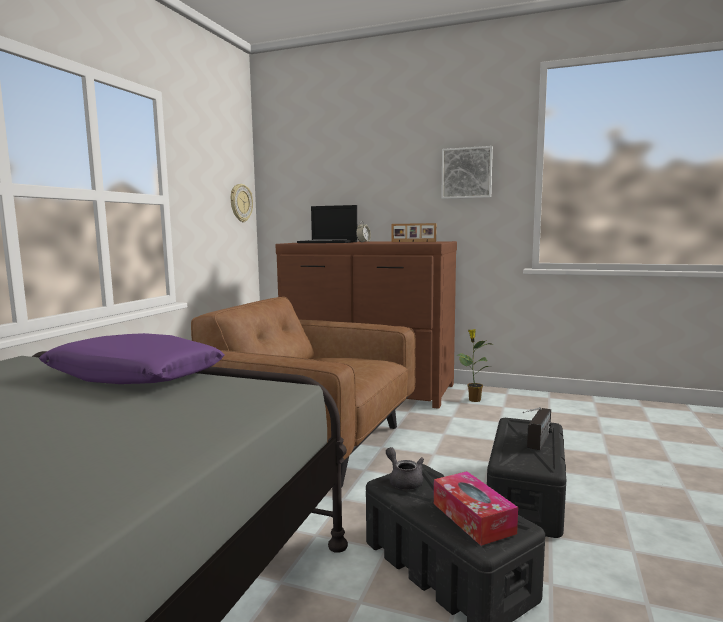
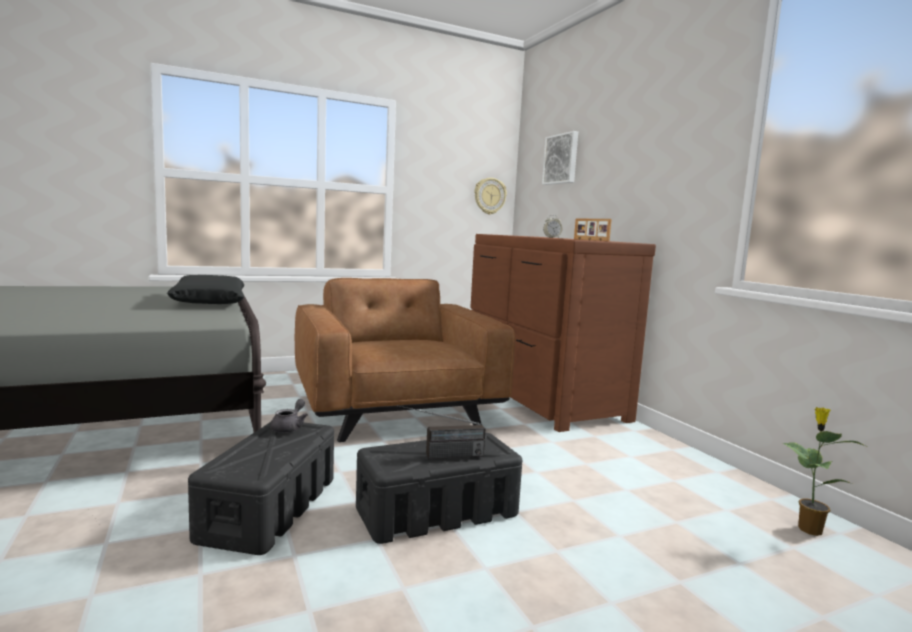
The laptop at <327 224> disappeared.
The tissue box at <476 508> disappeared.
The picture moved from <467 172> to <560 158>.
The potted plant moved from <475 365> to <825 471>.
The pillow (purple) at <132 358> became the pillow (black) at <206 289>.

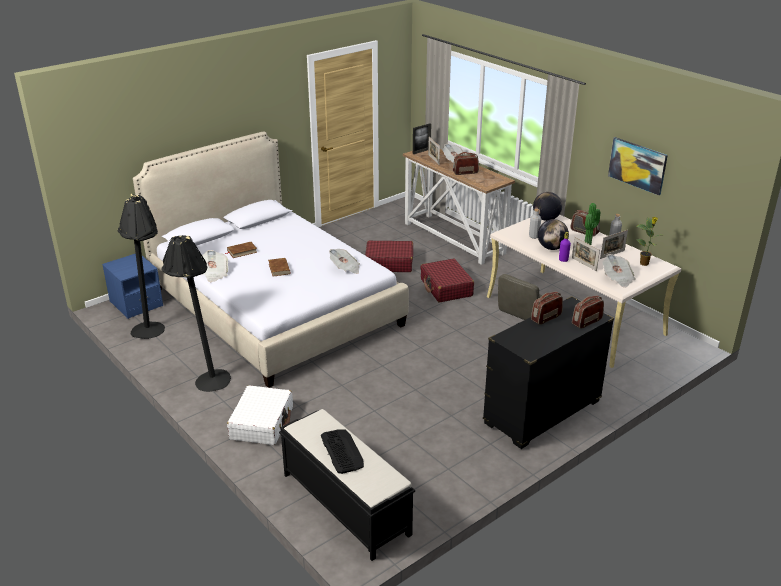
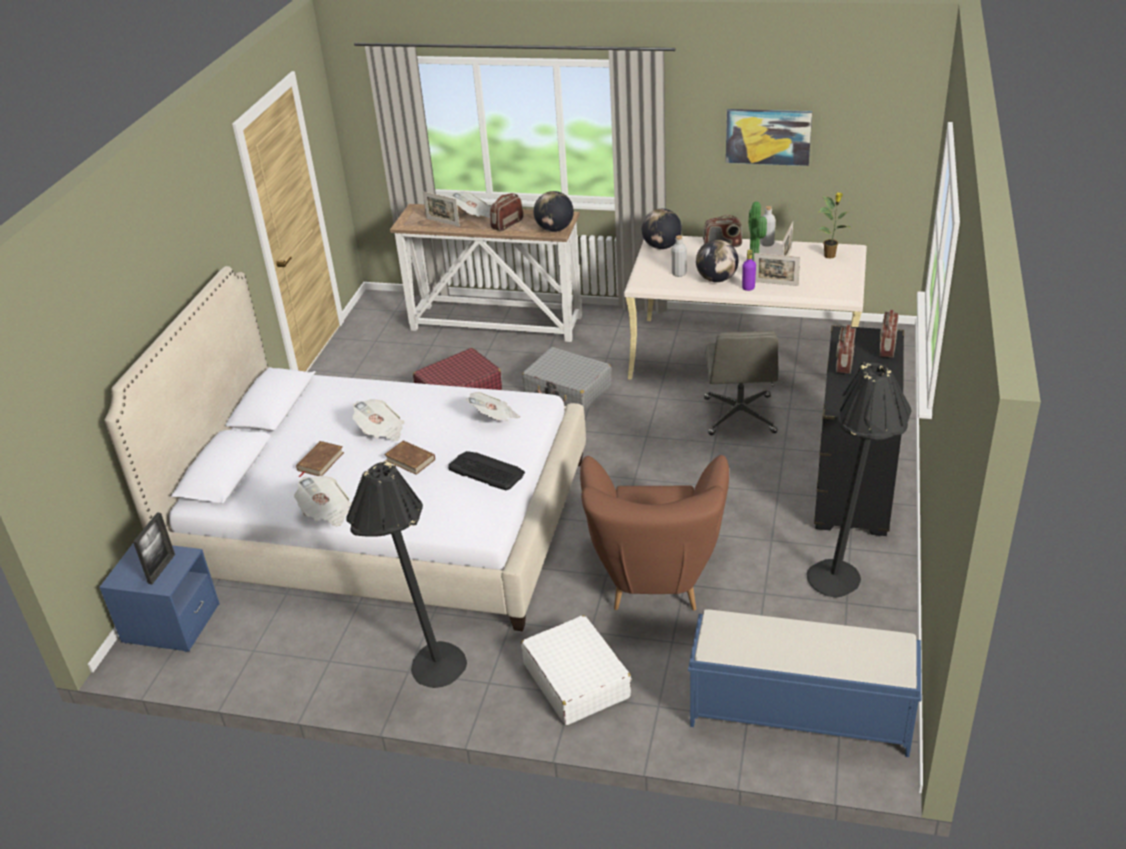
The globe at <554 211> appeared.
The armchair (brown) at <654 533> appeared.
The floor lamp (black) moved from <141 266> to <859 479>.
The keyboard moved from <342 452> to <486 470>.
The picture frame moved from <422 138> to <154 548>.
The newspaper moved from <619 271> to <378 420>.
The bench (black) at <347 485> became the bench (blue) at <804 683>.
The suitcase (red) at <447 280> became the suitcase (grey) at <567 379>.

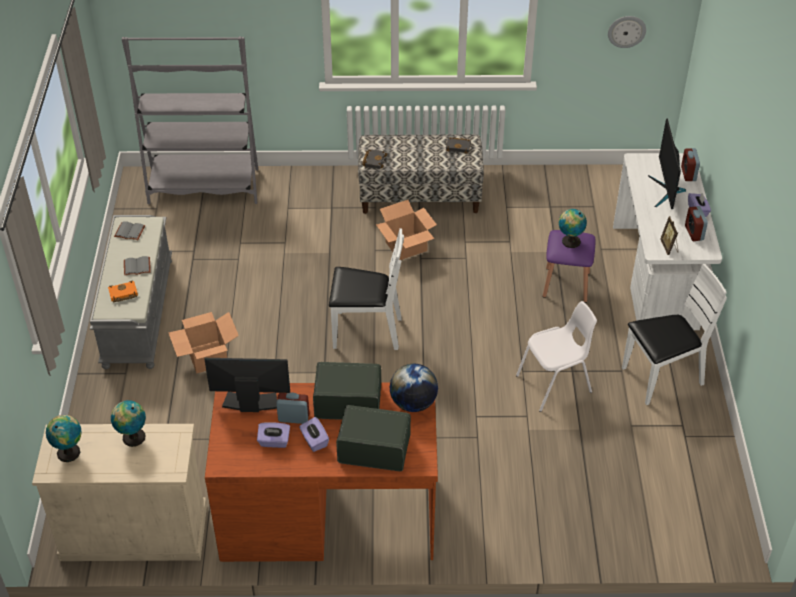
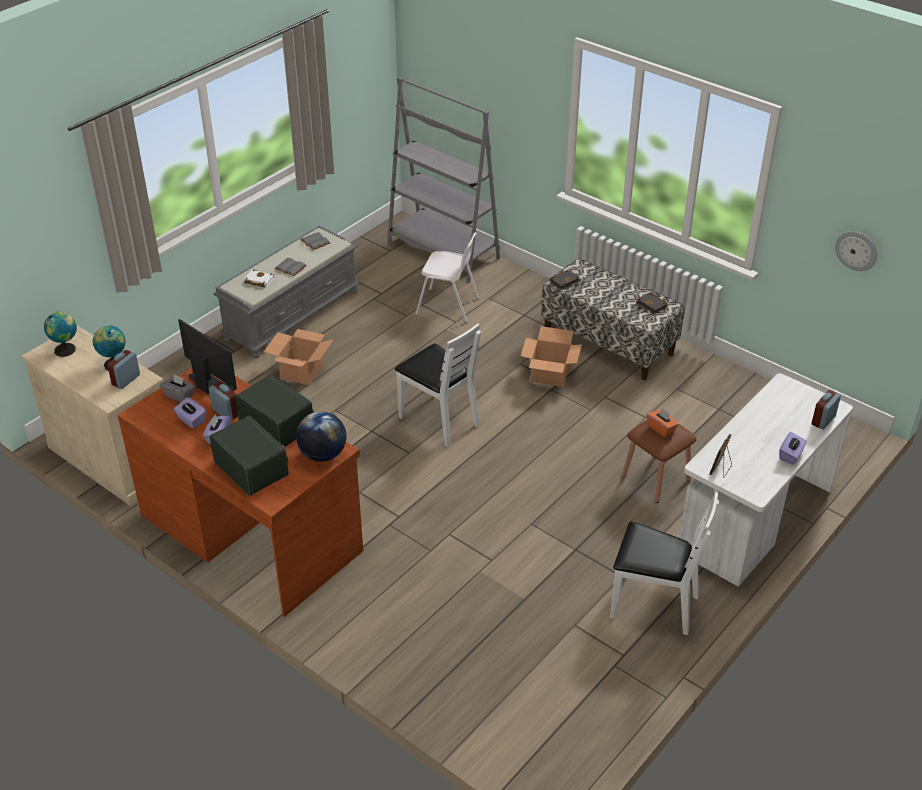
The monitor at <667 163> disappeared.
The tissue box (grey) at <177 388> appeared.
The chair (white) moved from <556 356> to <447 277>.
The alarm clock moved from <696 223> to <123 369>.
The globe at <573 228> was replaced by the tissue box (orange) at <662 422>.
The book (orange) at <123 291> became the book (white) at <259 278>.
The stool (purple) at <569 266> became the stool (brown) at <659 461>.

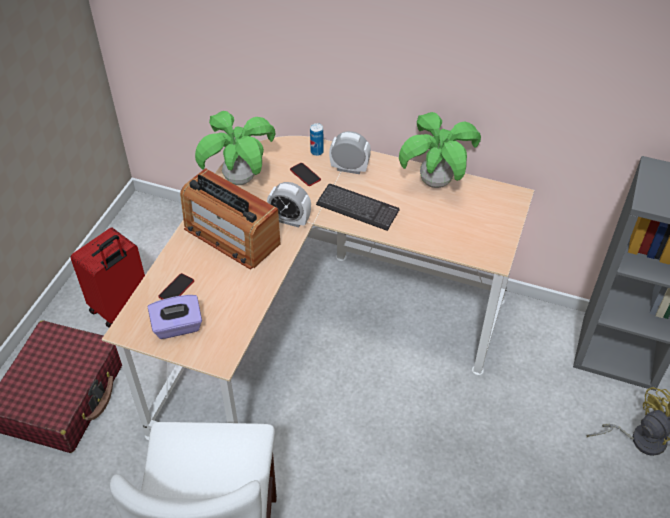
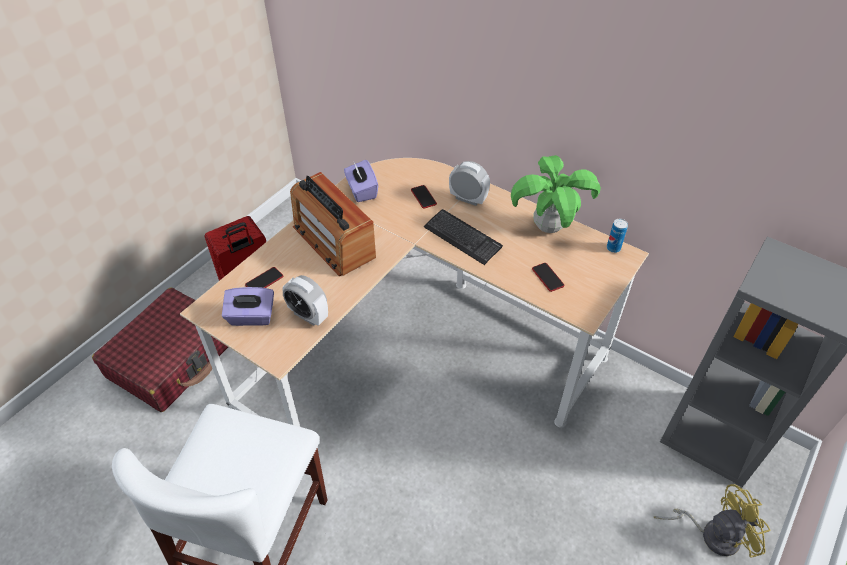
The phone at <548 277> appeared.
The alarm clock moved from <289 204> to <305 300>.
The can moved from <317 139> to <617 236>.
The potted plant at <235 148> was replaced by the tissue box (purple) at <361 181>.

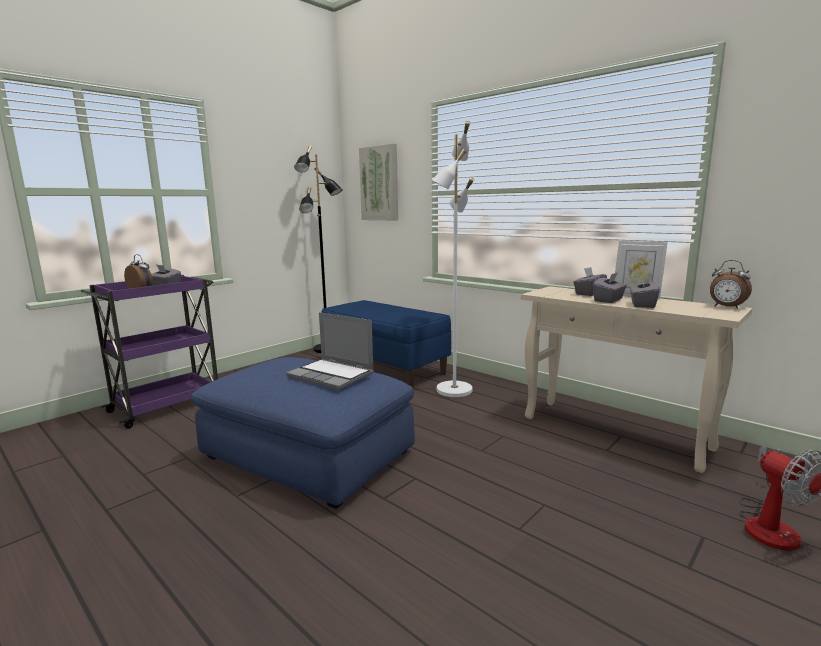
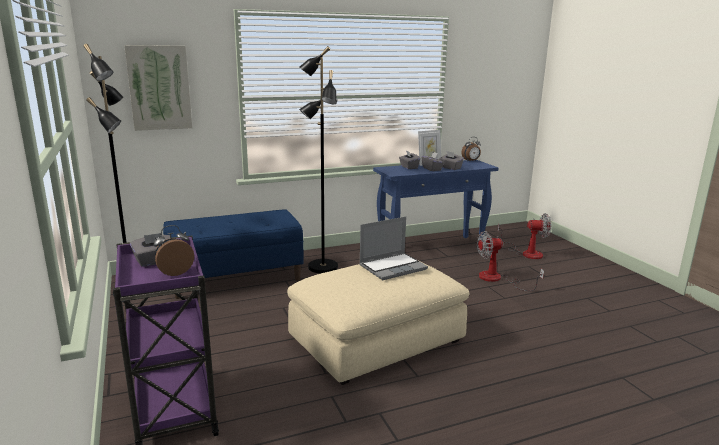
The fan at <510 261> appeared.
The ottoman (blue) at <303 433> became the ottoman (beige) at <378 323>.
The floor lamp (white) at <453 259> became the floor lamp (black) at <318 159>.
The console table (beige) at <636 379> became the console table (blue) at <435 201>.

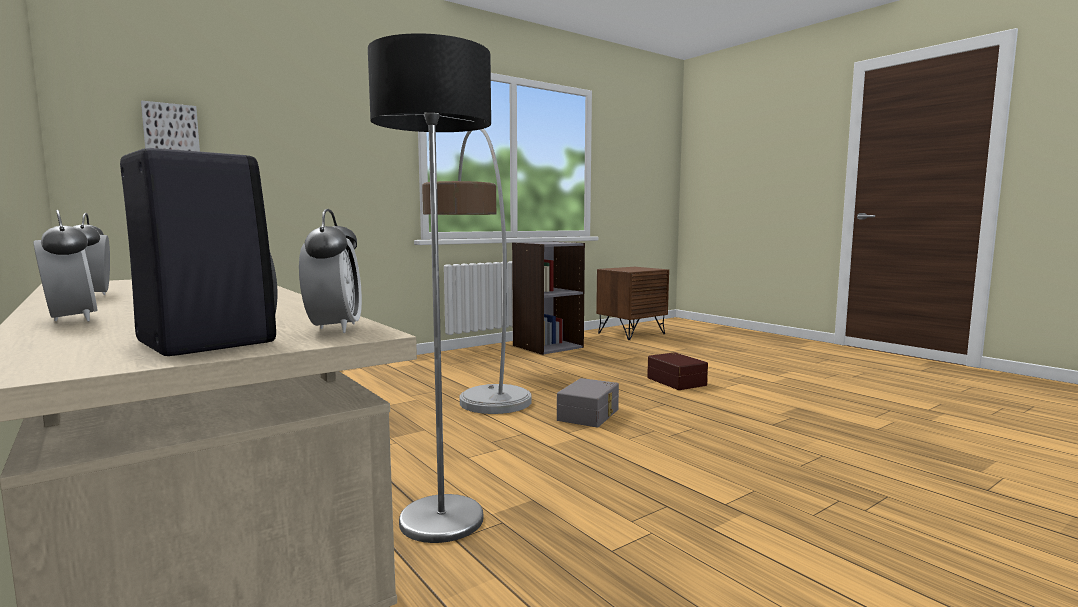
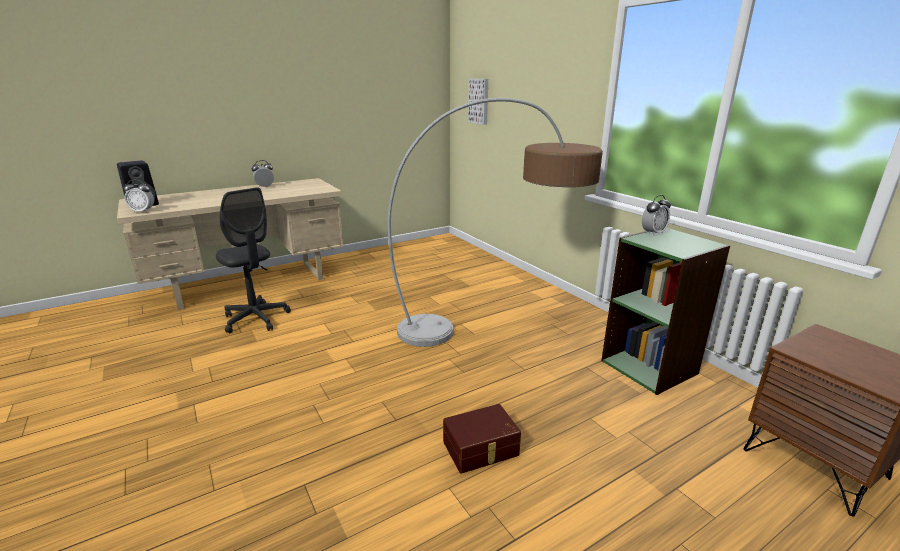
The storage box (grey) at <588 402> disappeared.
The alarm clock moved from <65 266> to <656 215>.
The floor lamp at <429 288> was replaced by the office chair (grey) at <253 260>.
The bookcase (grey) at <548 298> became the bookcase (green) at <665 311>.

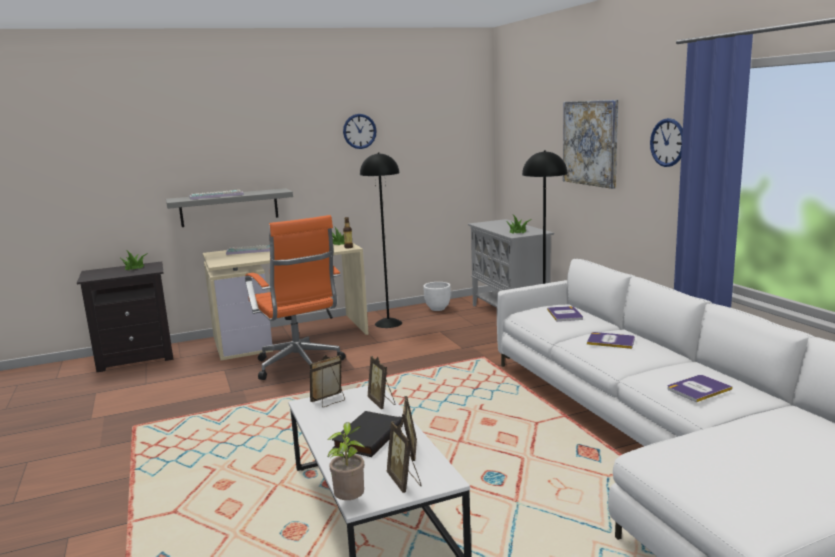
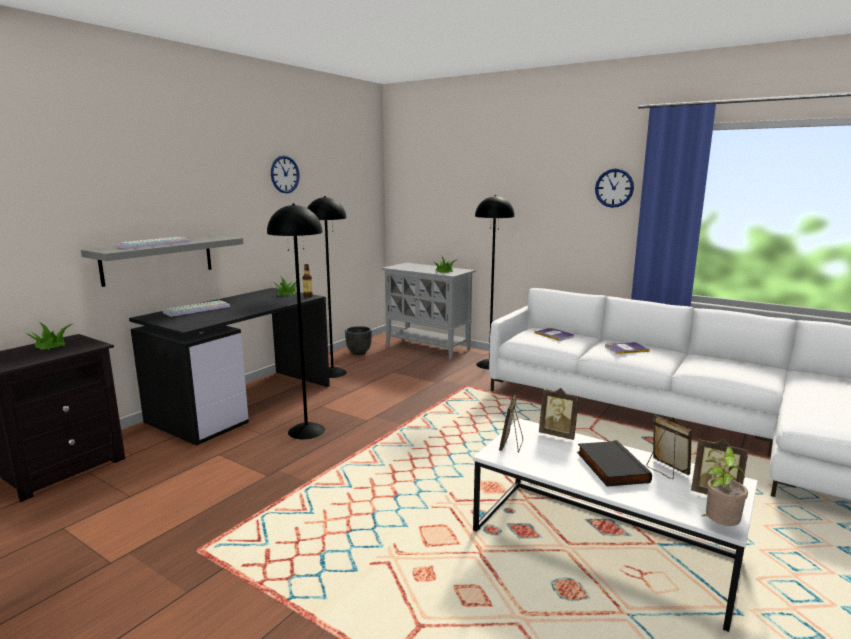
The picture at <590 144> disappeared.
The book at <700 388> disappeared.
The office chair (orange) at <295 297> was replaced by the floor lamp (black) at <296 321>.
The desk (beige) at <286 301> became the desk (black) at <229 367>.
The planter (white) at <437 296> became the planter (black) at <358 340>.

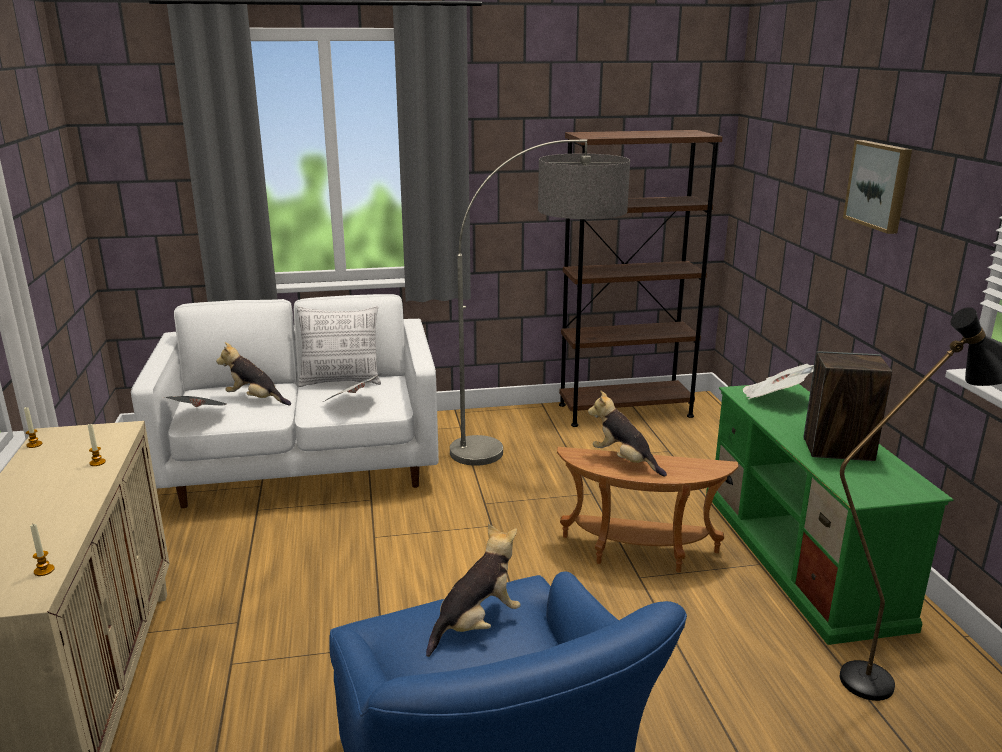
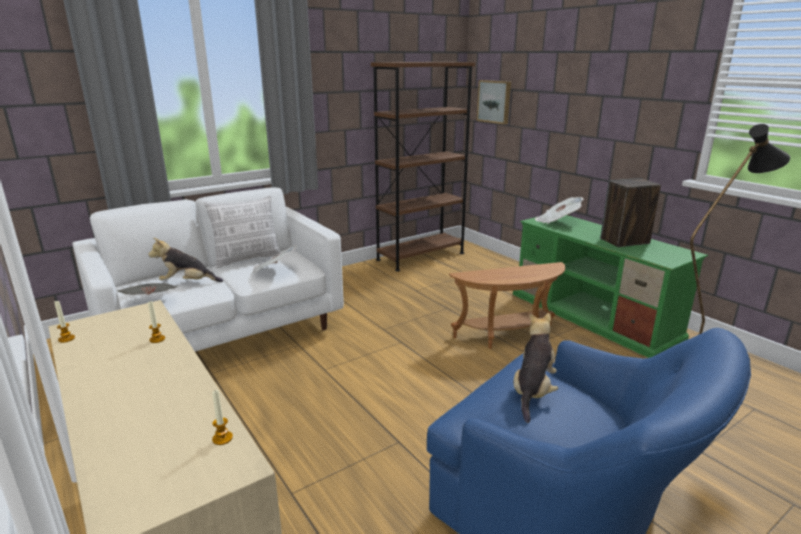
The floor lamp at <540 303> disappeared.
The plush toy at <627 433> disappeared.
The picture moved from <877 187> to <494 102>.

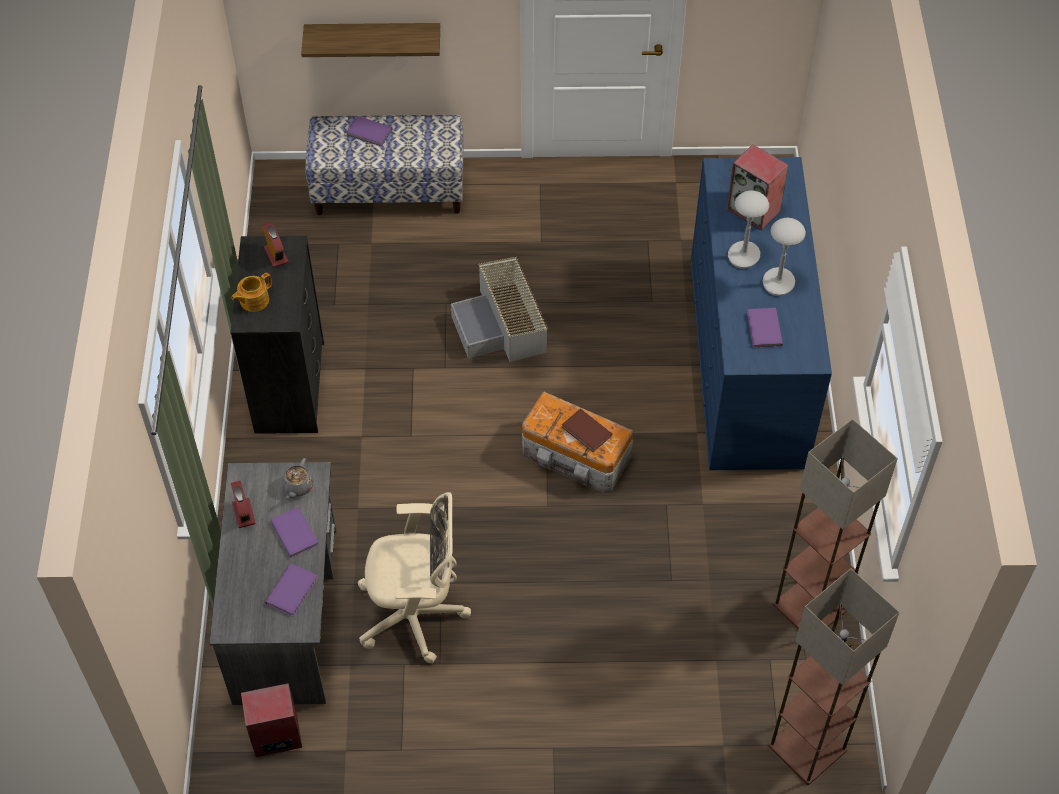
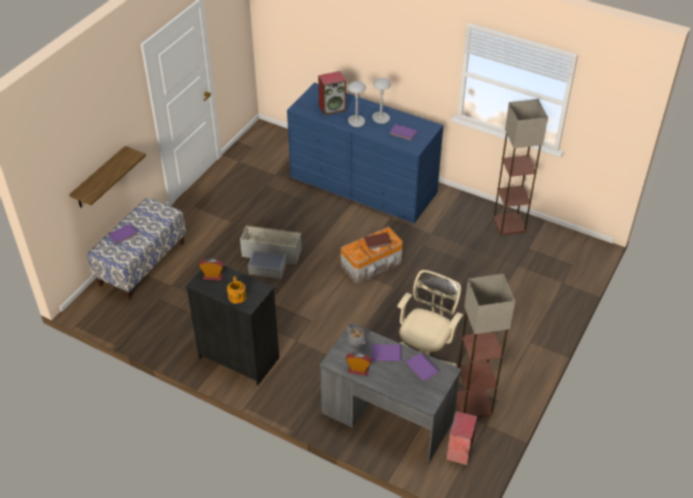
The floor lamp moved from <834 676> to <485 346>.

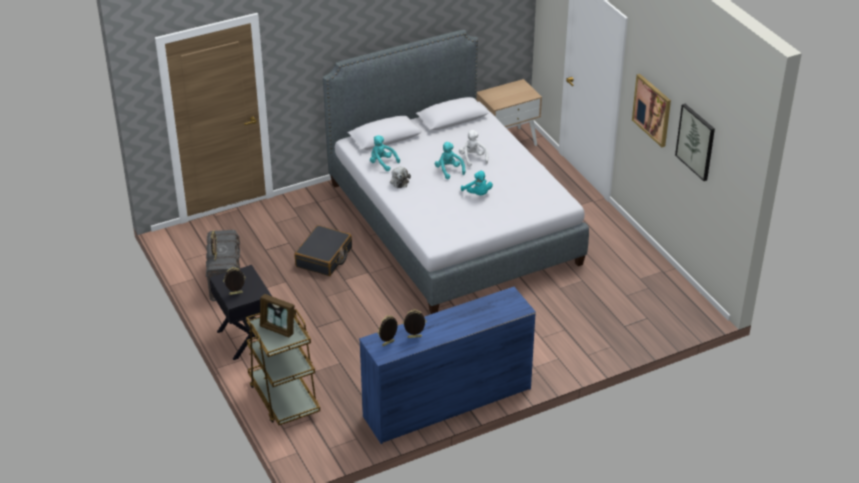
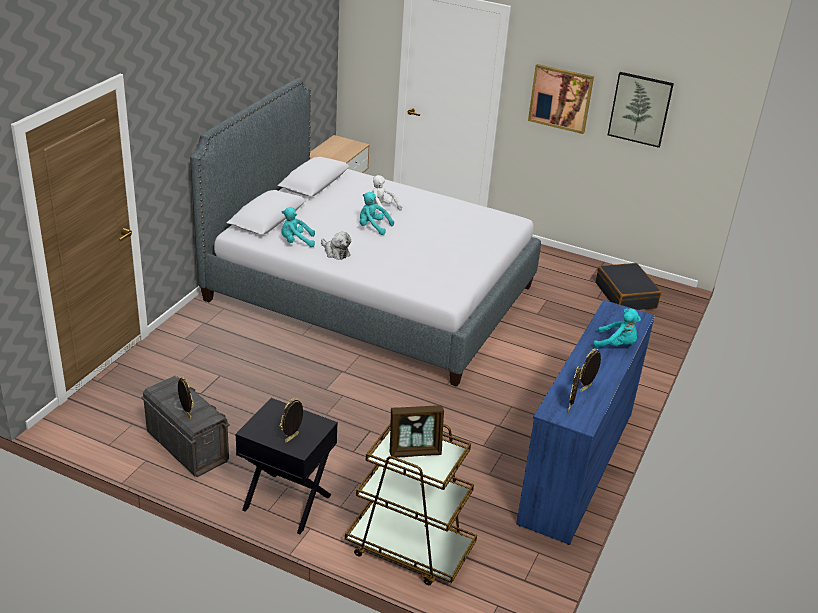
The suitcase (black) moved from <323 250> to <628 286>.
The plush toy (turquoise) moved from <477 182> to <617 328>.

